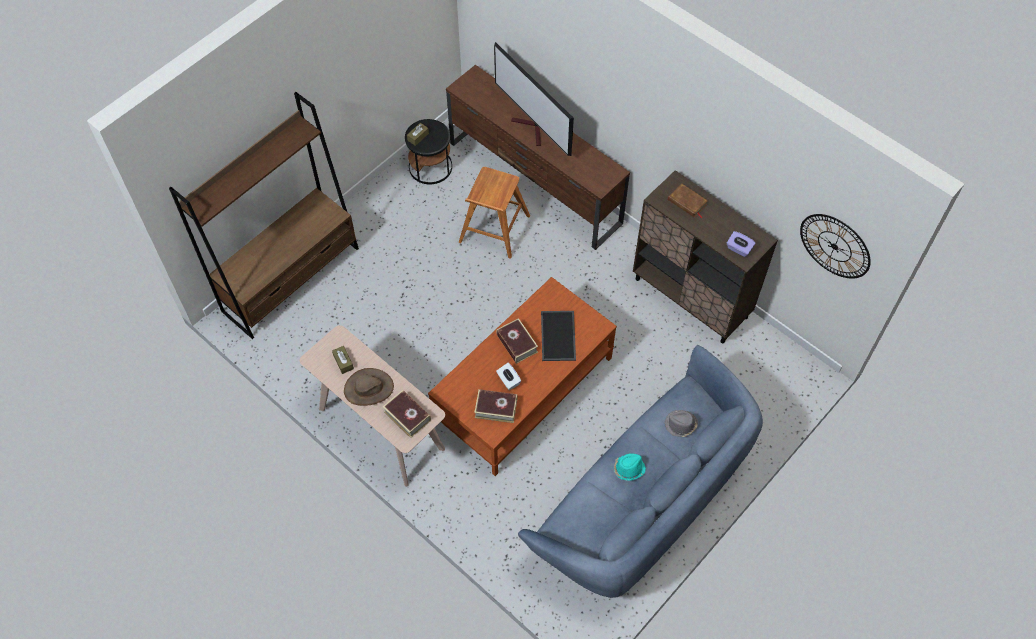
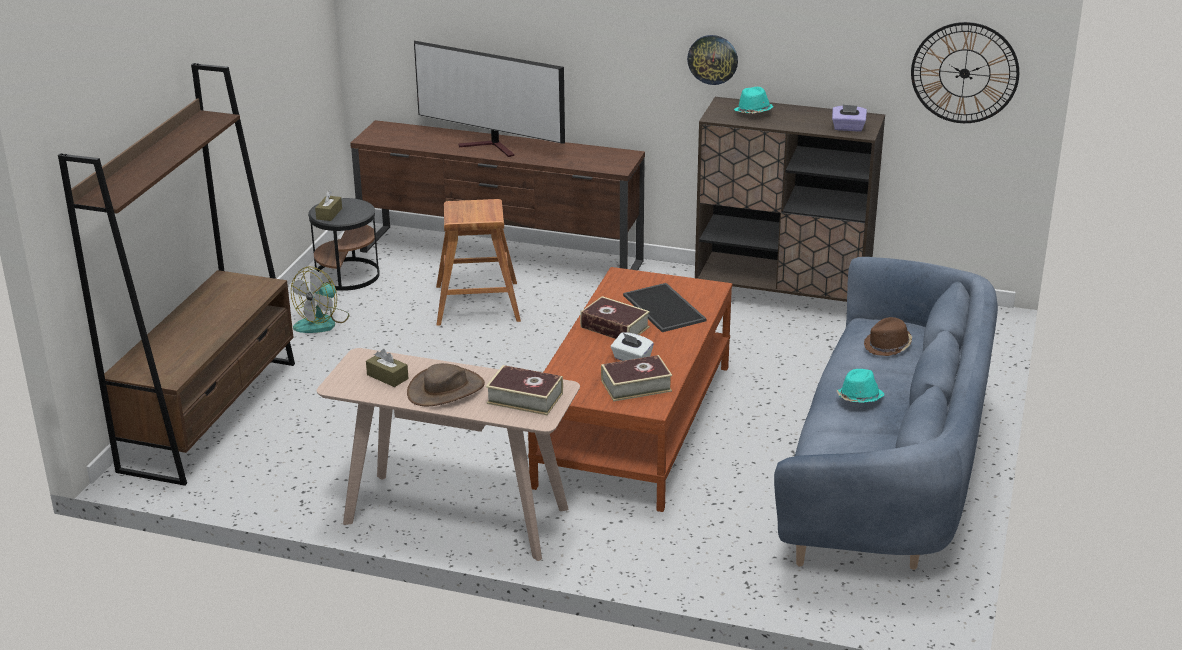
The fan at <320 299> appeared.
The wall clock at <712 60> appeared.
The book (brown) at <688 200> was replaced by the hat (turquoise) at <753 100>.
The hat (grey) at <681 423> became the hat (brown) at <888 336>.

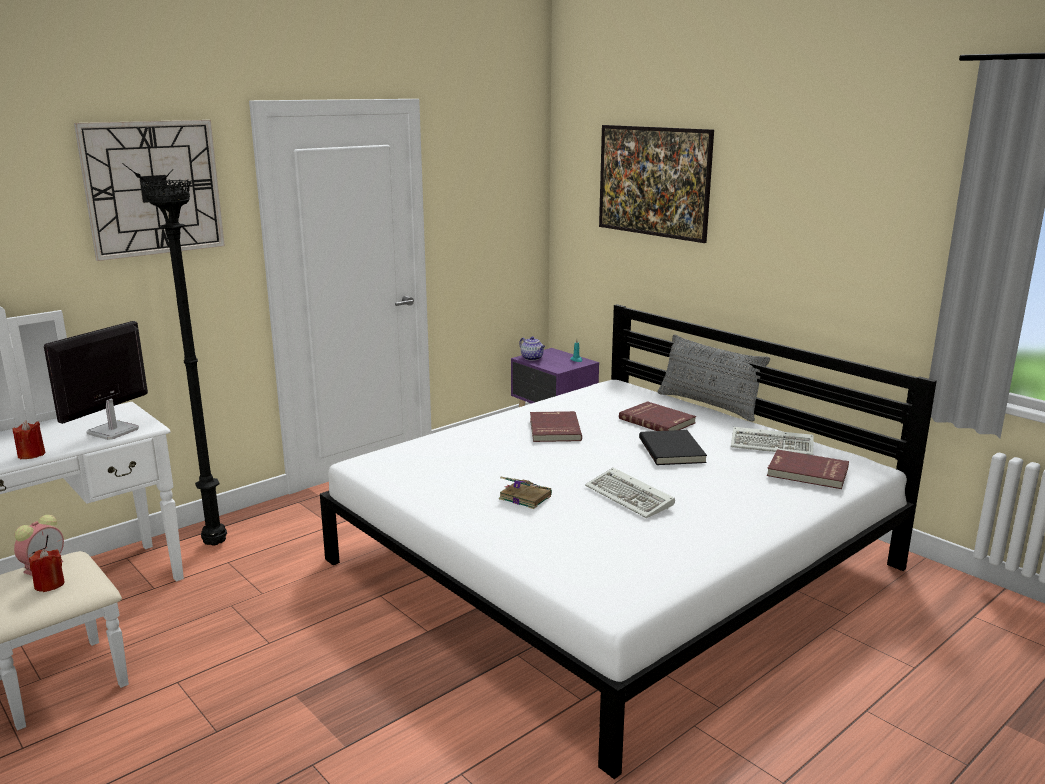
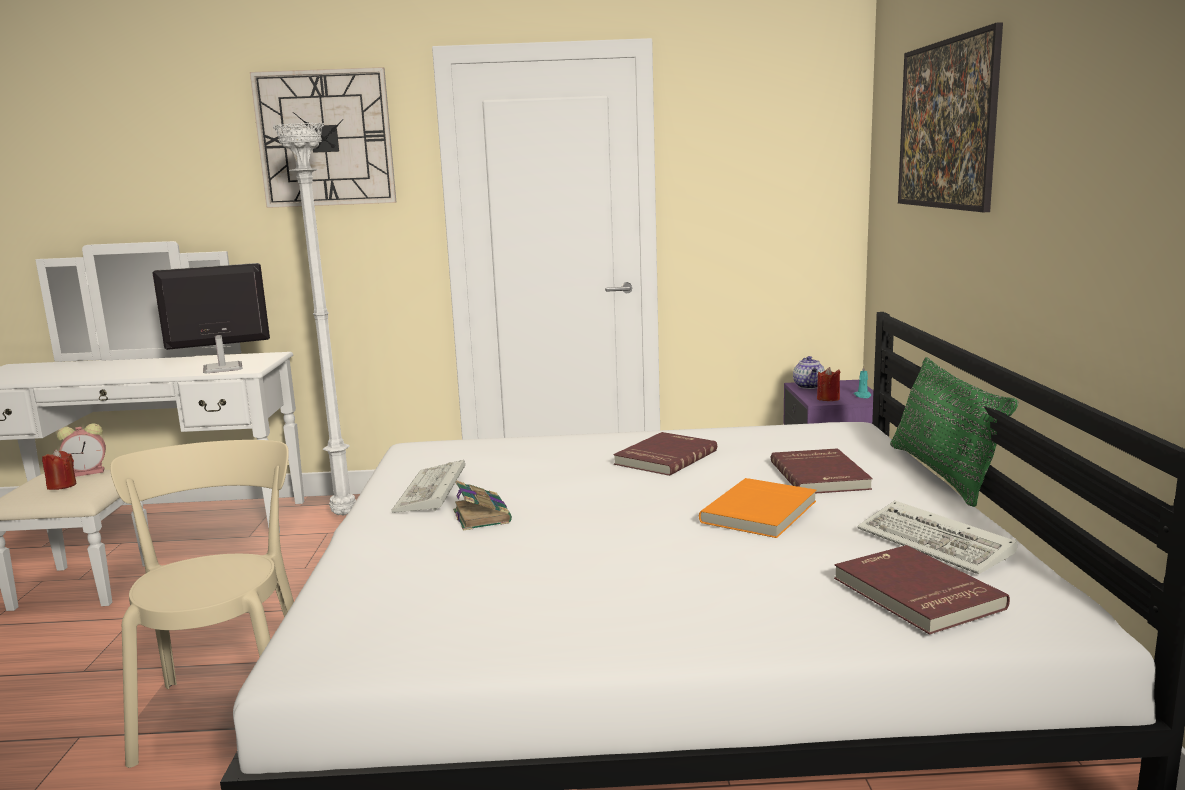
The chair (beige) at <202 604> appeared.
The candle (red) moved from <28 440> to <828 384>.
The keyboard moved from <630 493> to <428 486>.
The floor lamp (black) at <183 362> became the floor lamp (white) at <314 318>.
The book (black) at <673 447> became the book (orange) at <757 508>.
The pillow (grey) at <714 377> became the pillow (green) at <954 432>.

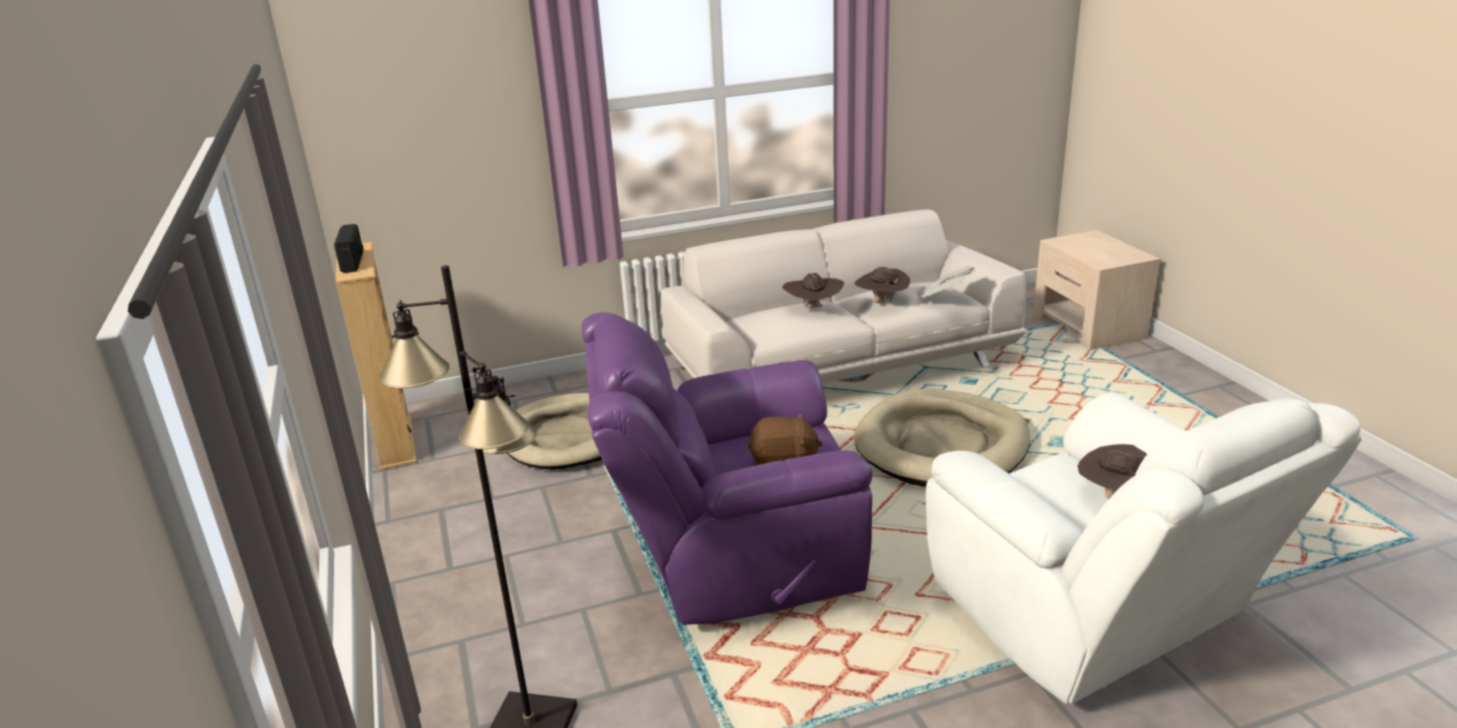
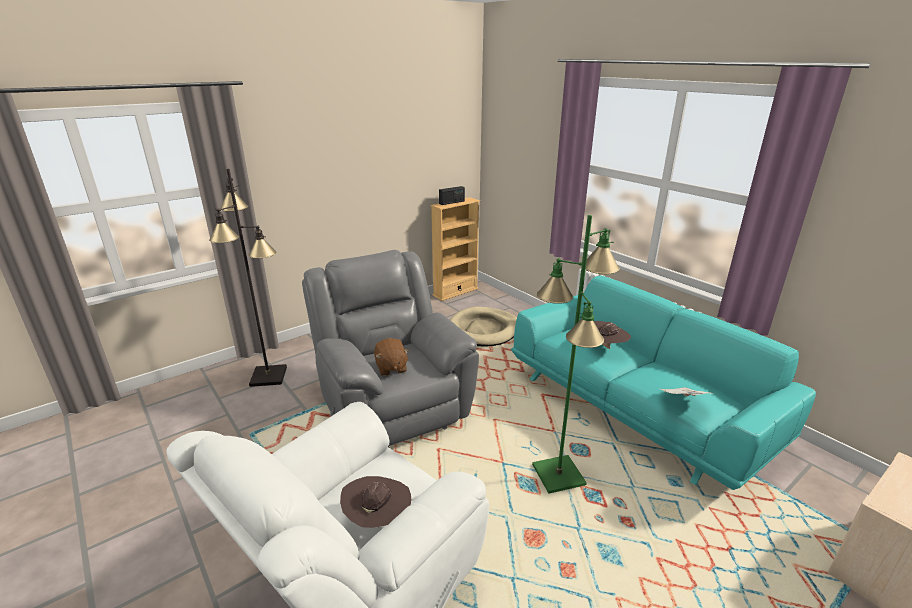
The hat (brown) at <882 285> disappeared.
The dog bed (beige) at <942 438> was replaced by the floor lamp (green) at <576 354>.
The armchair (purple) at <727 468> became the armchair (grey) at <390 349>.
The sofa (white) at <844 296> became the sofa (turquoise) at <663 383>.

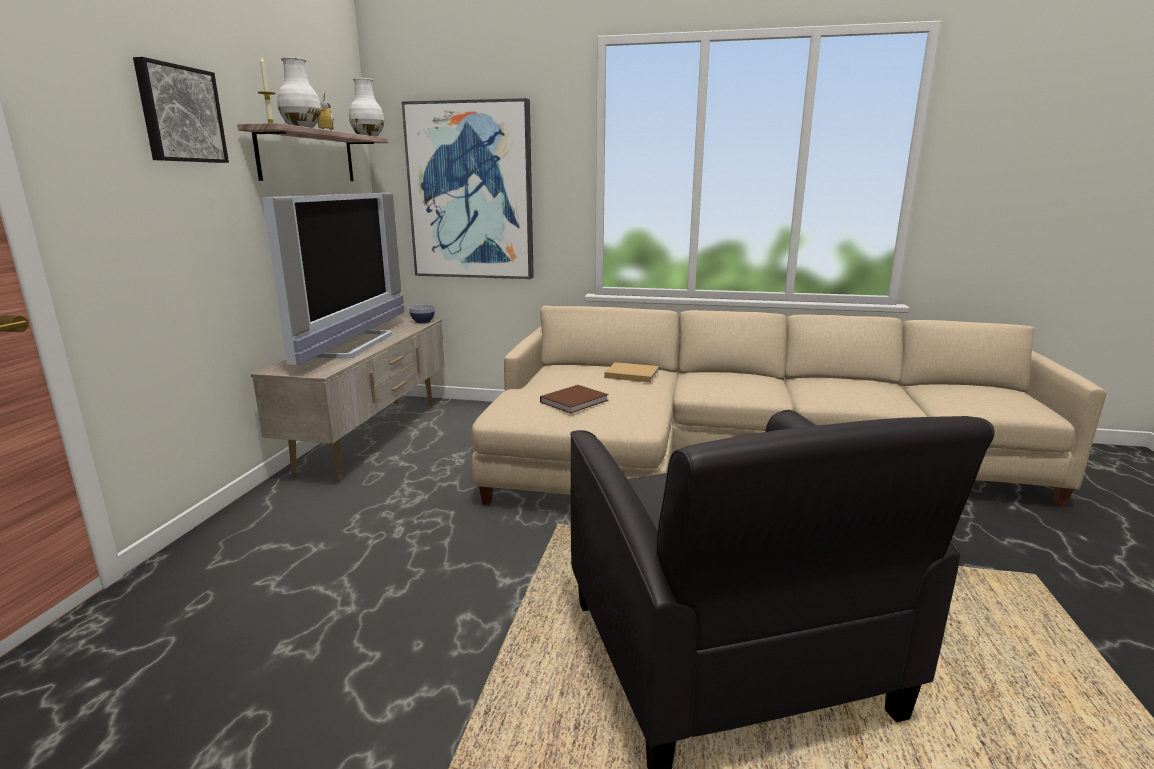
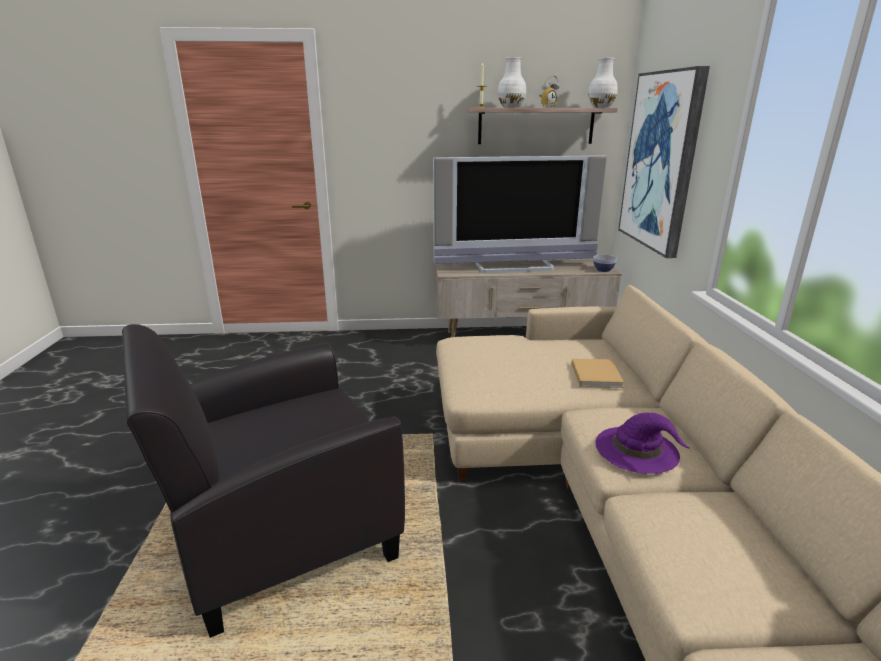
The picture at <181 110> disappeared.
The book (brown) at <574 399> disappeared.
The hat (purple) at <642 443> appeared.

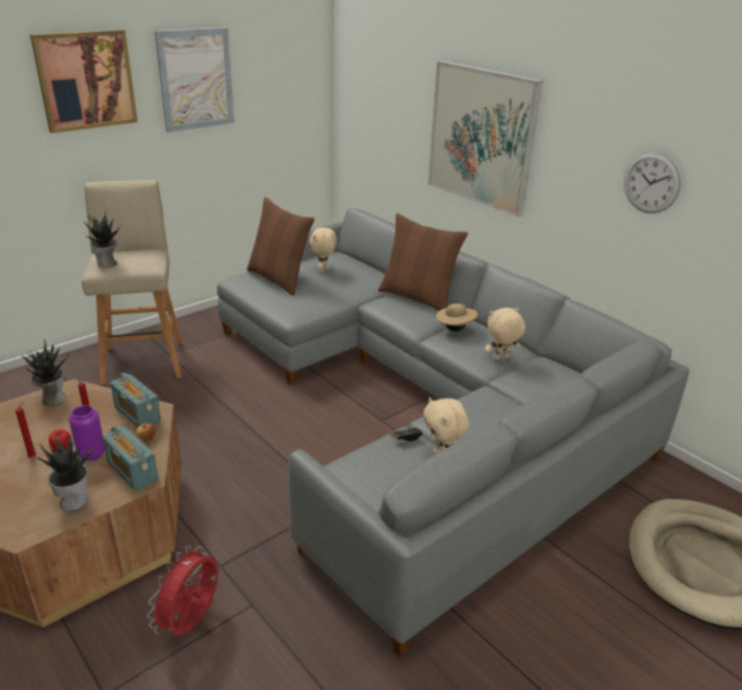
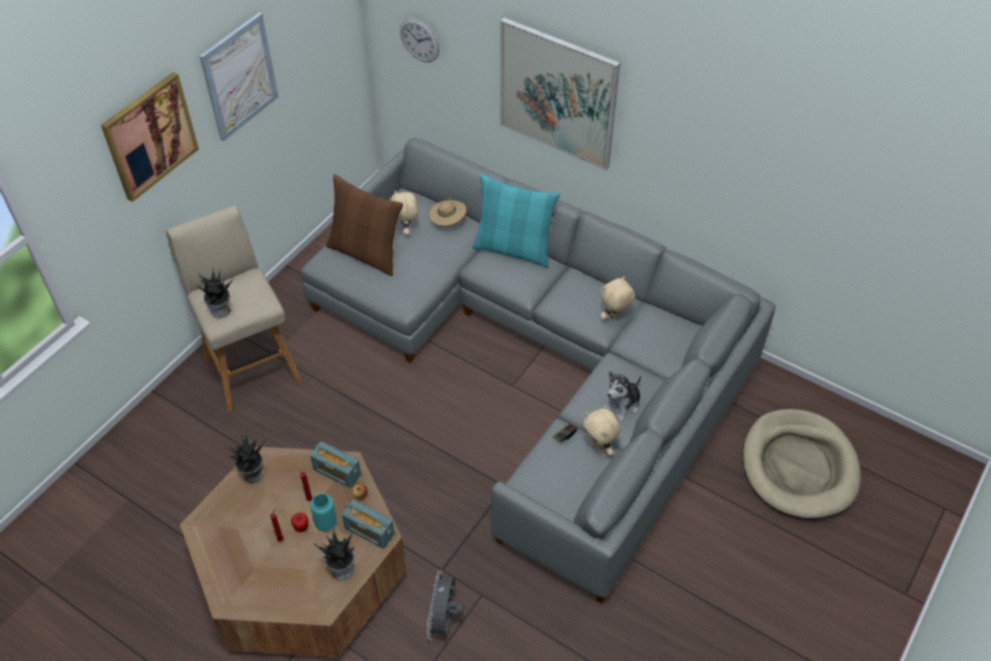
The plush toy at <621 396> appeared.
The hat (beige) moved from <457 315> to <447 211>.
The wall clock moved from <652 183> to <420 40>.
The vase (purple) at <87 433> became the vase (turquoise) at <323 512>.
The fan (red) at <183 591> became the fan (grey) at <445 605>.
The pillow (brown) at <423 262> became the pillow (turquoise) at <516 220>.

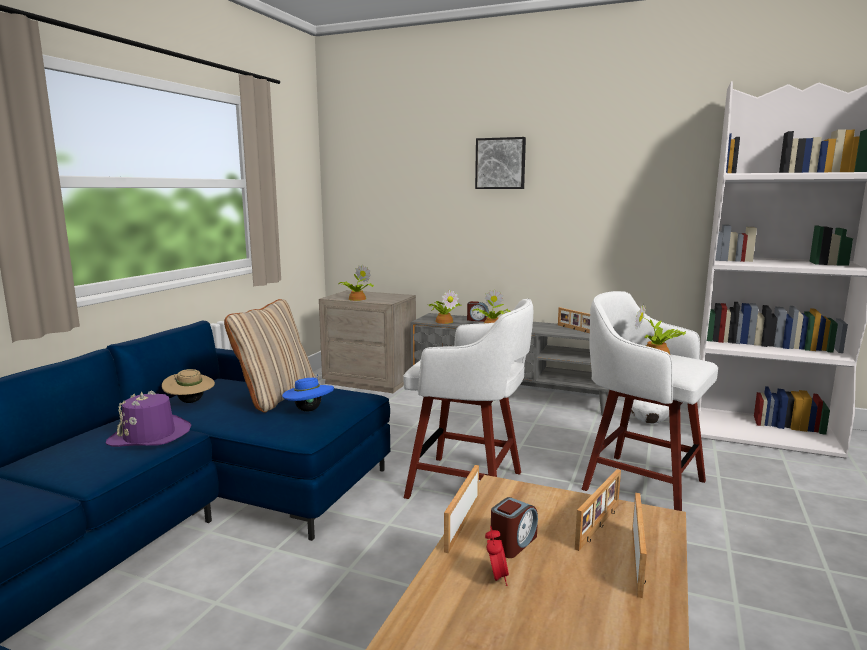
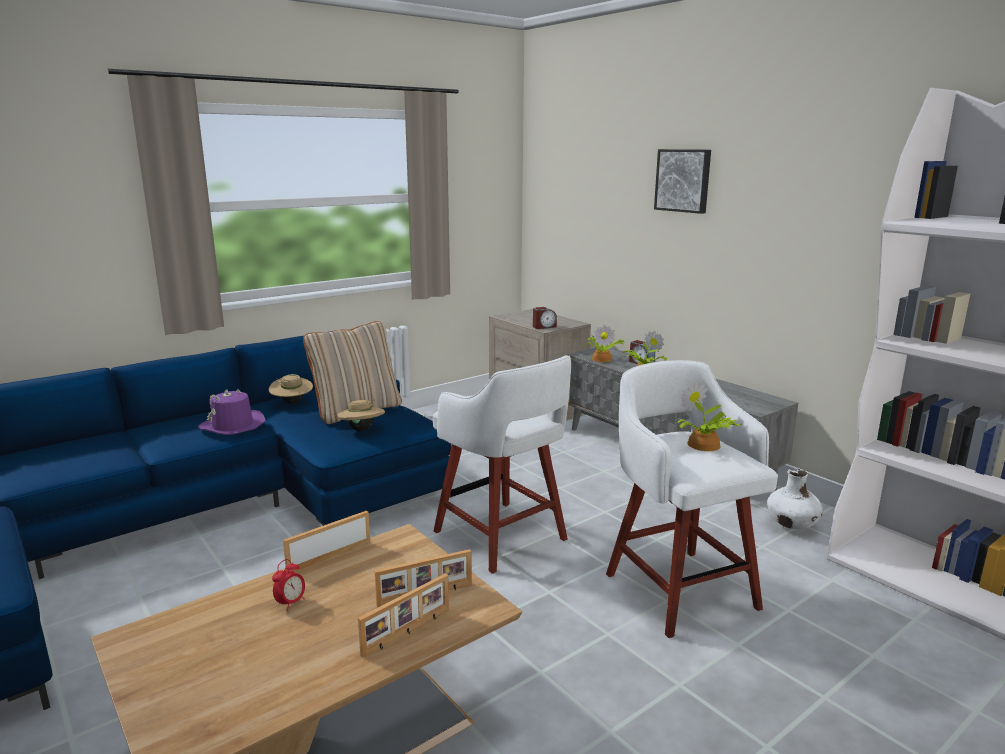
The potted plant at <356 282> disappeared.
The picture frame at <574 320> disappeared.
The alarm clock moved from <514 527> to <545 318>.
The hat (blue) at <308 393> became the hat (beige) at <361 414>.

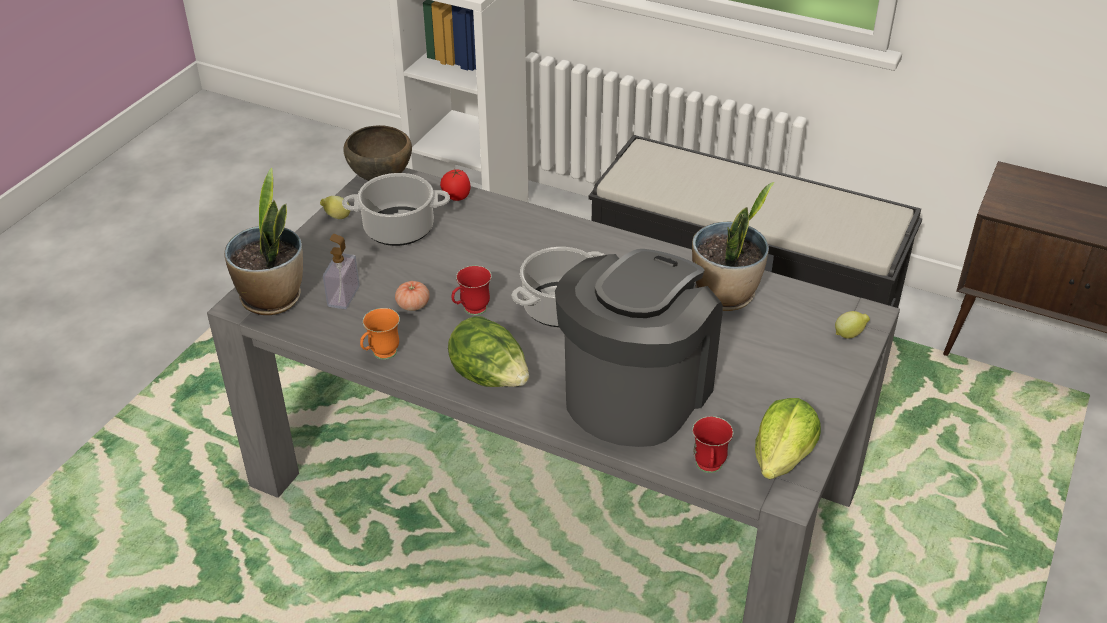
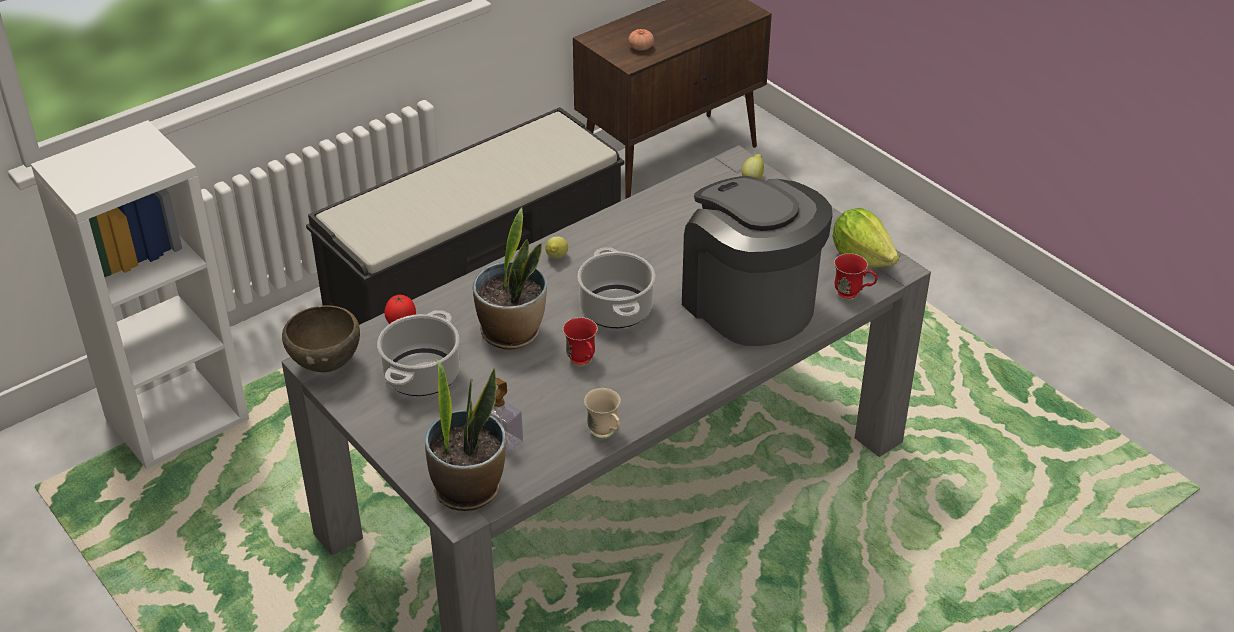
The lettuce at <488 351> disappeared.
The lemon moved from <335 207> to <556 247>.
The tomato moved from <412 296> to <641 40>.
The potted plant moved from <733 246> to <510 279>.
The mug (orange) at <380 334> became the mug (beige) at <602 413>.

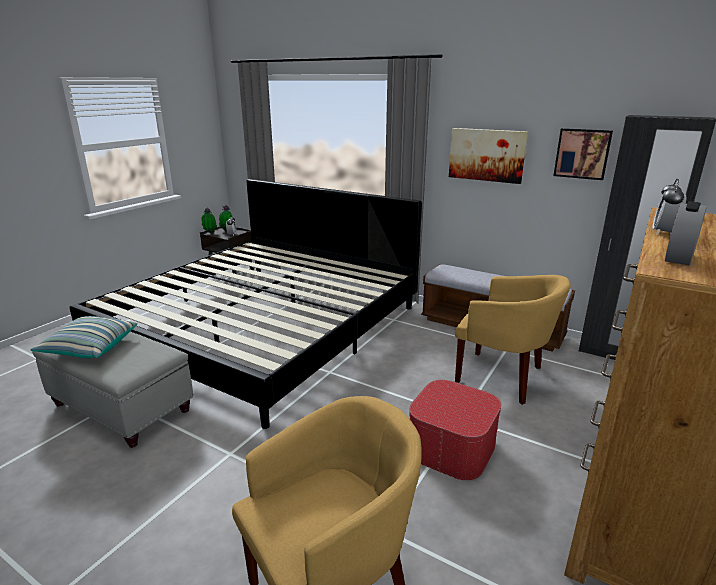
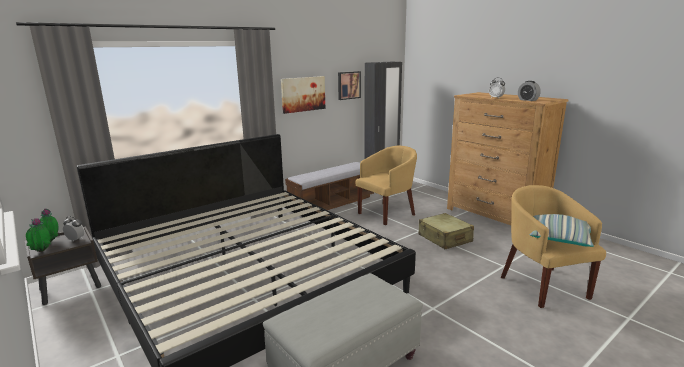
The pillow moved from <84 337> to <561 230>.
The ottoman at <455 430> was replaced by the suitcase (beige) at <446 231>.

